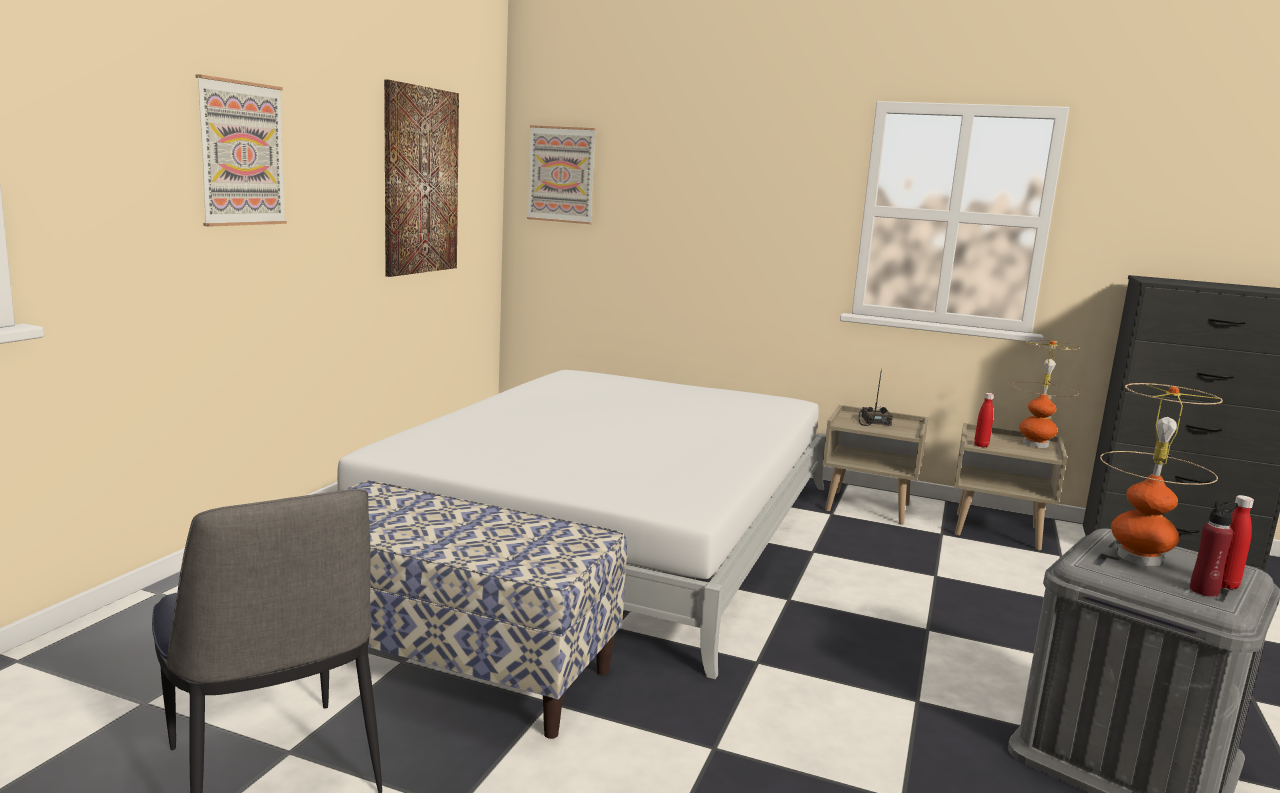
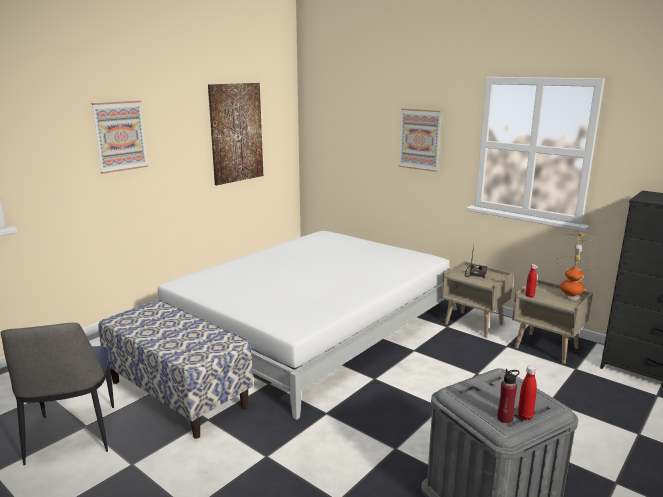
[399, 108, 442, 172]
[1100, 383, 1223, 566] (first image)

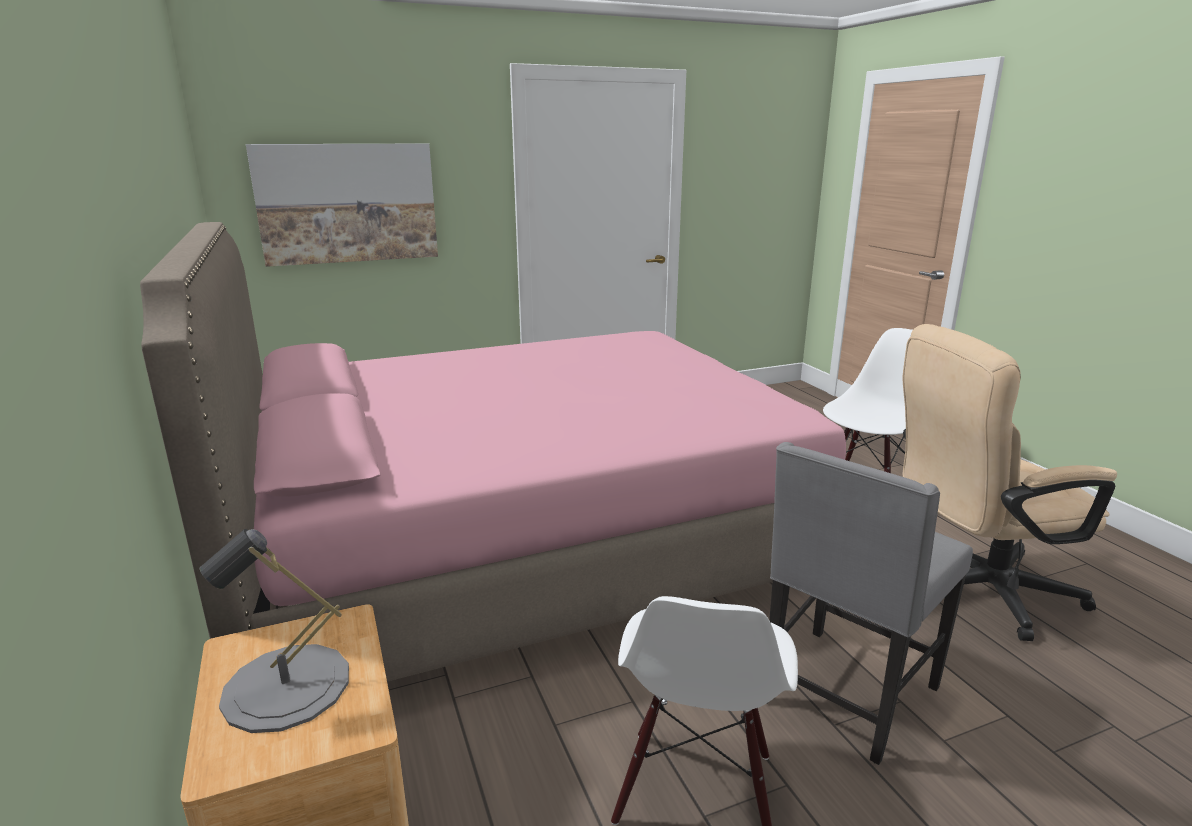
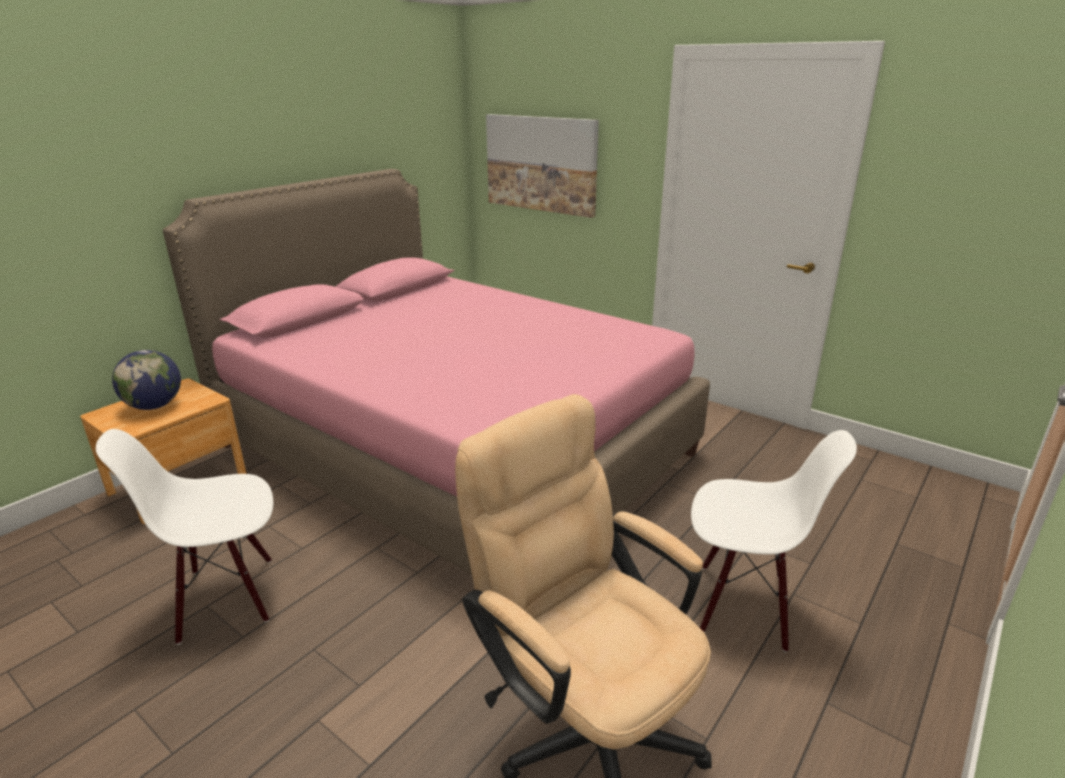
[767, 442, 973, 765] (first image)
[112, 350, 181, 410]

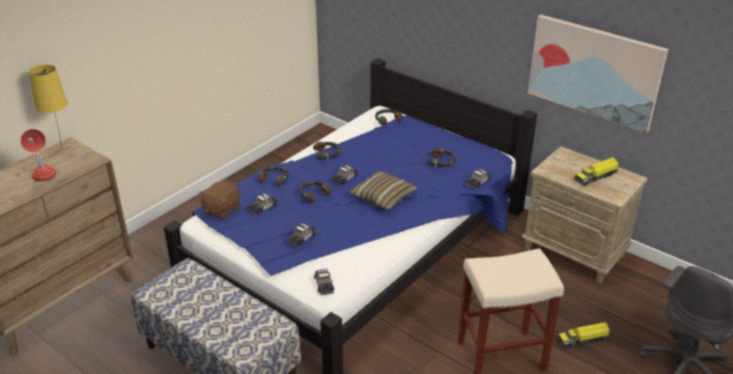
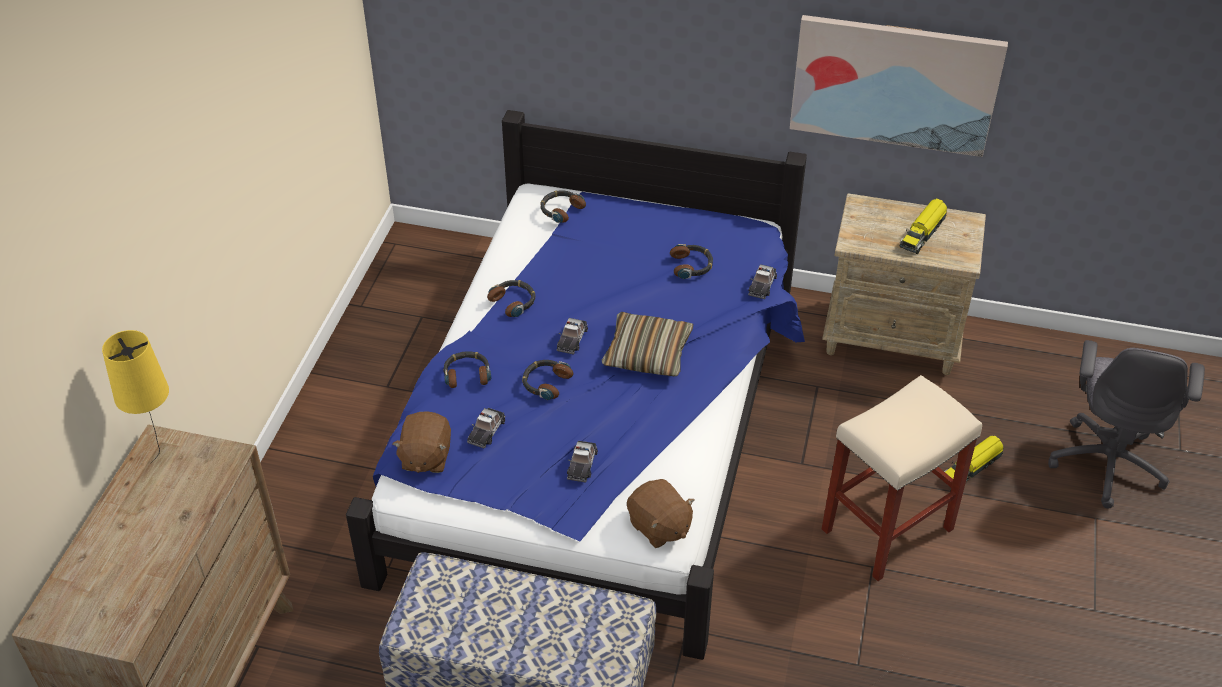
[21, 129, 56, 181] (first image)
[627, 479, 695, 548]

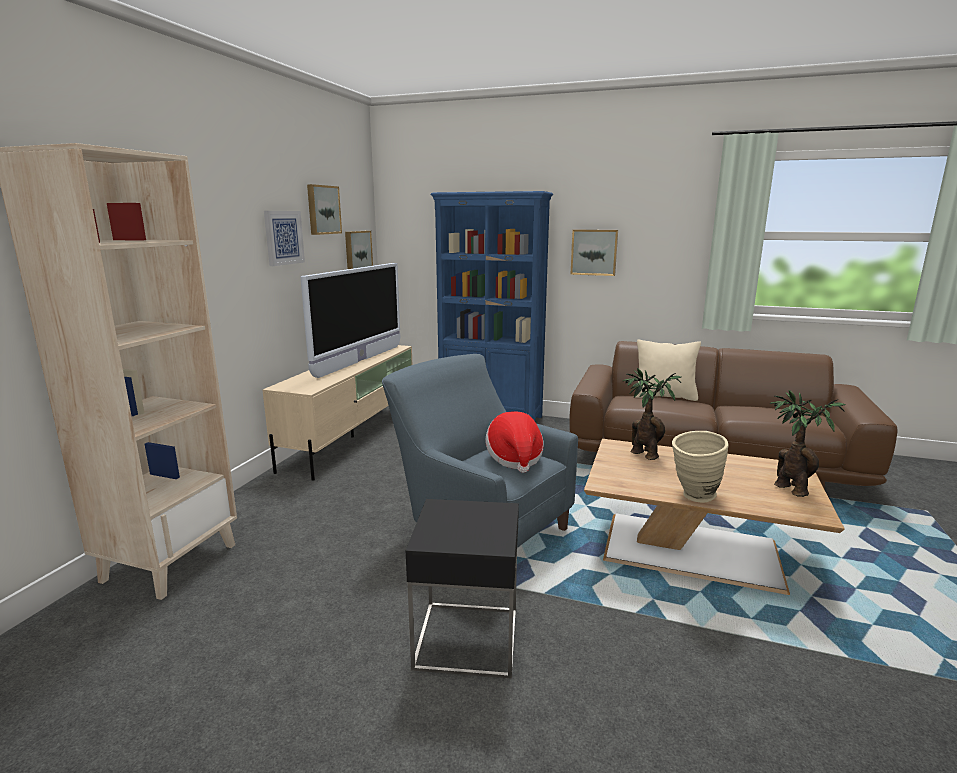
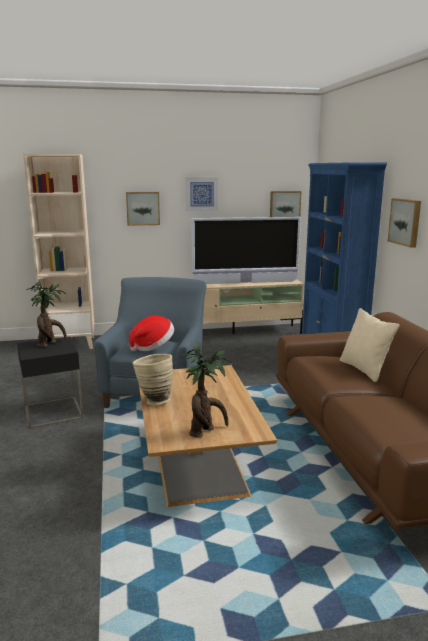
[126, 192, 160, 226]
[27, 279, 67, 347]

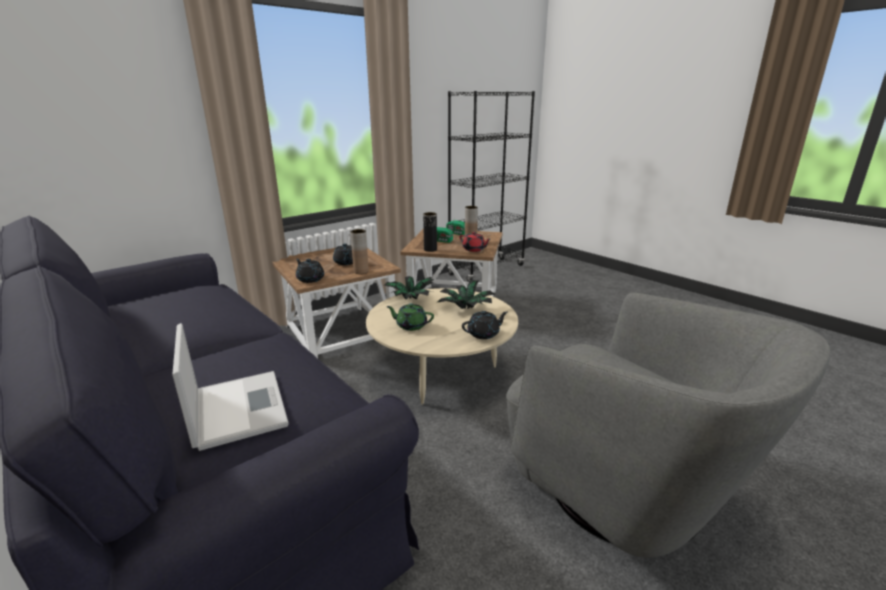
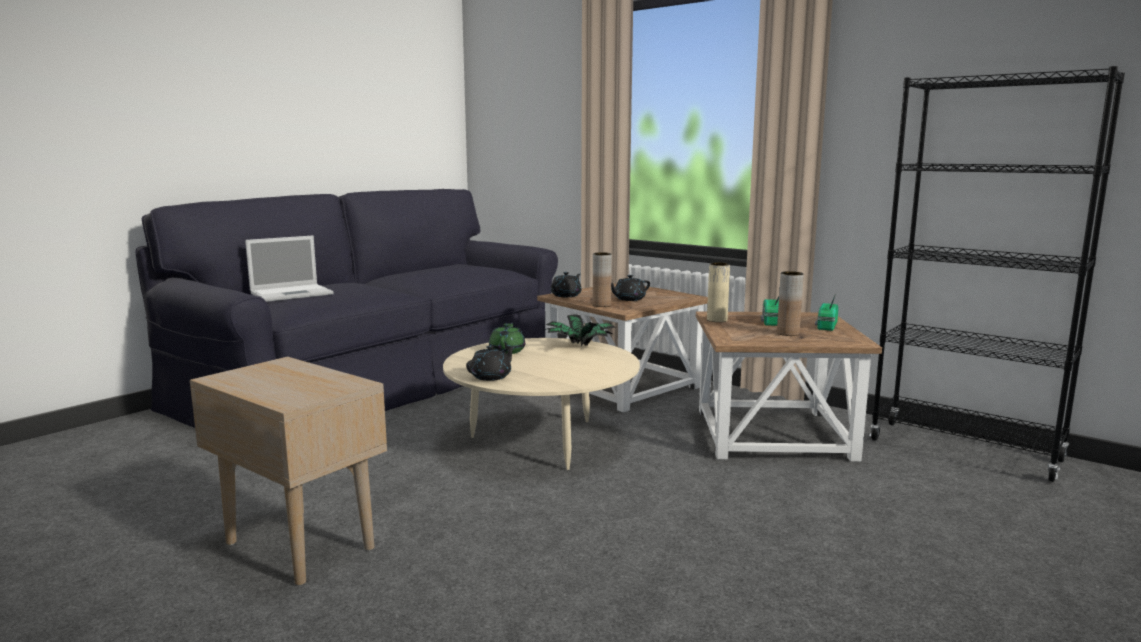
[707, 262, 730, 322]
[460, 232, 490, 252] (first image)
[438, 280, 494, 309] (first image)
[190, 357, 387, 585]
[466, 346, 516, 381]

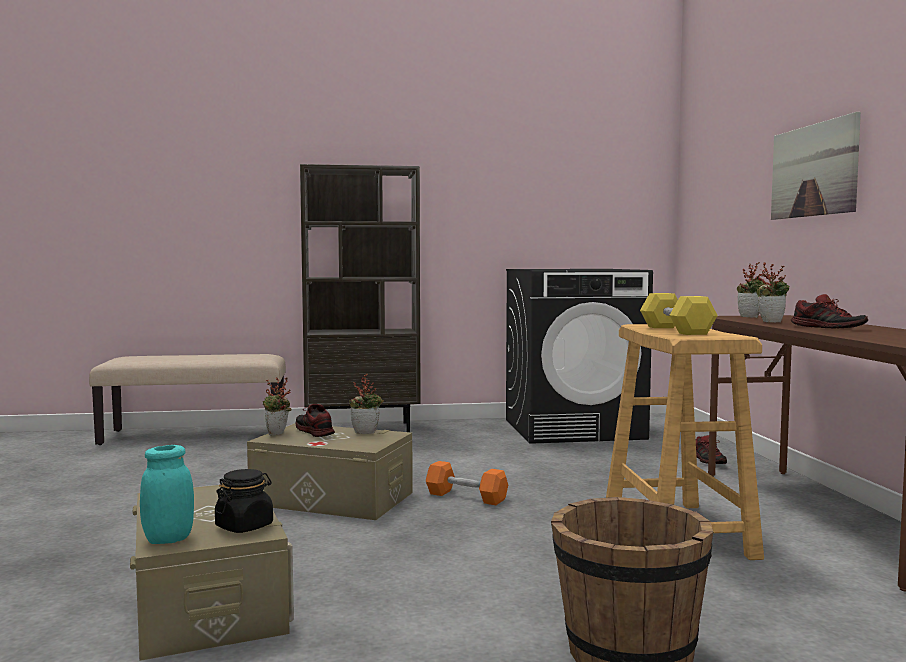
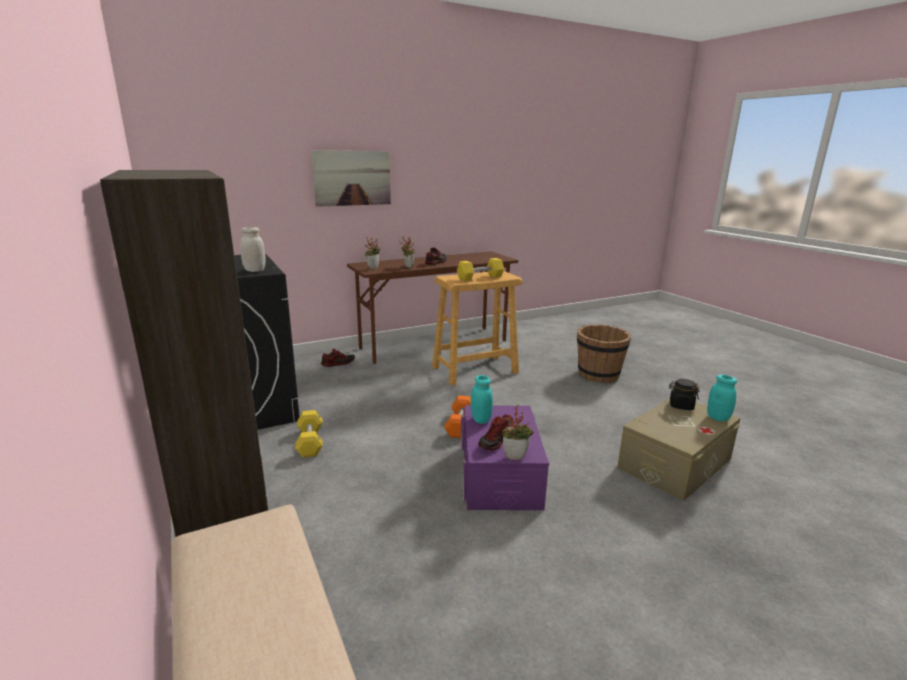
[471, 375, 493, 424]
[461, 405, 550, 510]
[240, 227, 265, 272]
[295, 410, 323, 458]

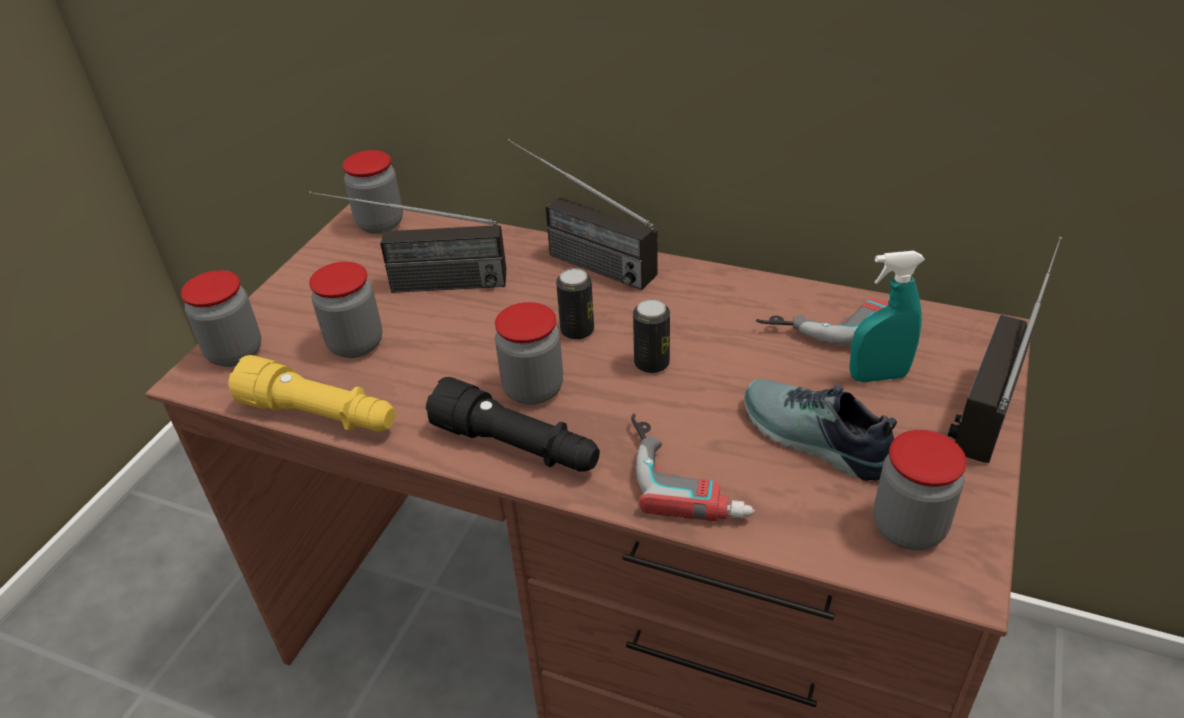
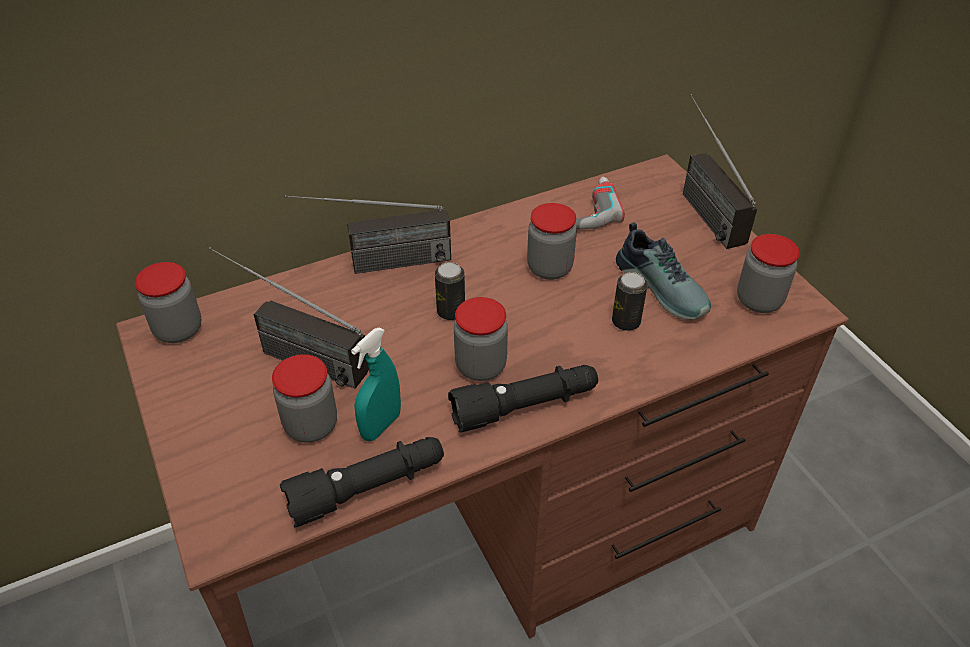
[209, 247, 369, 389]
[351, 328, 401, 441]
[527, 203, 577, 280]
[612, 272, 648, 331]
[280, 437, 444, 527]
[616, 222, 711, 319]
[631, 413, 754, 521] (first image)

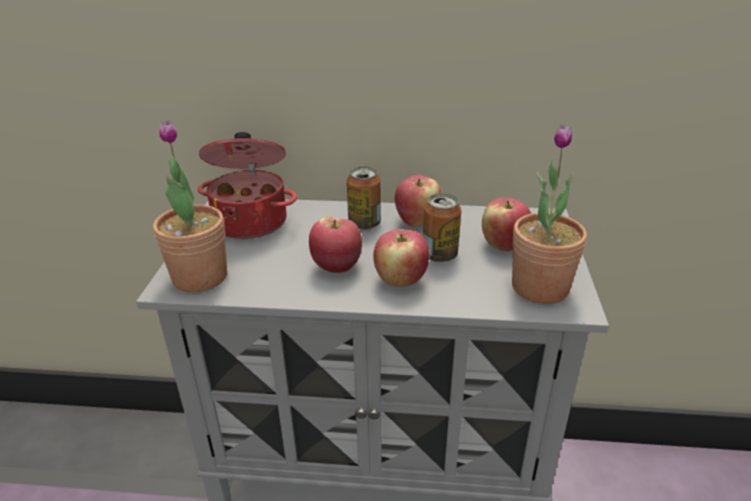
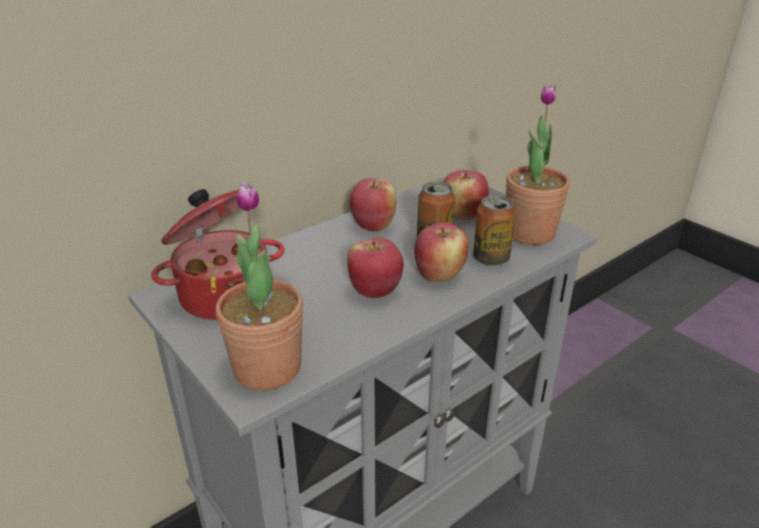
[473, 195, 516, 266]

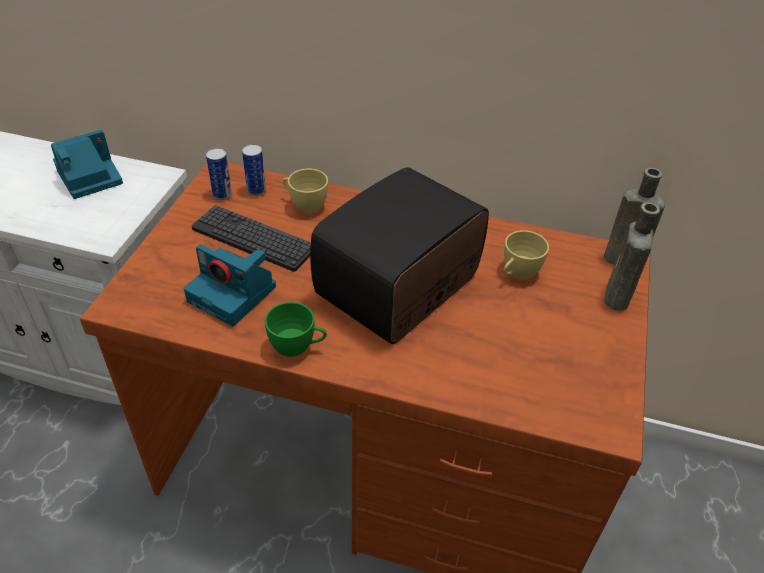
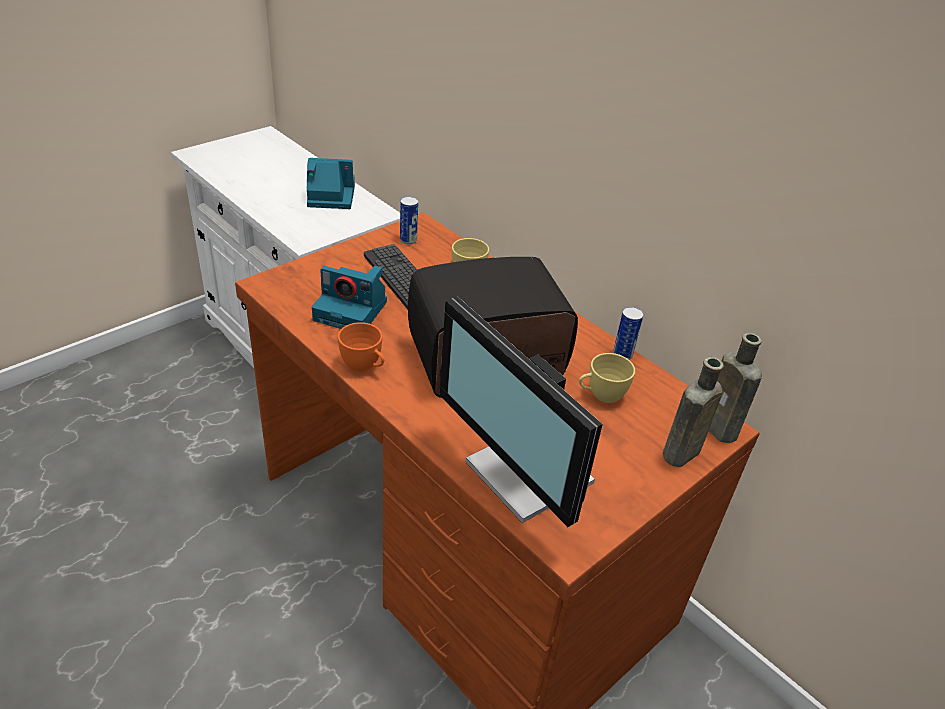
[613, 307, 644, 360]
[312, 266, 387, 329]
[338, 322, 384, 372]
[440, 296, 603, 527]

